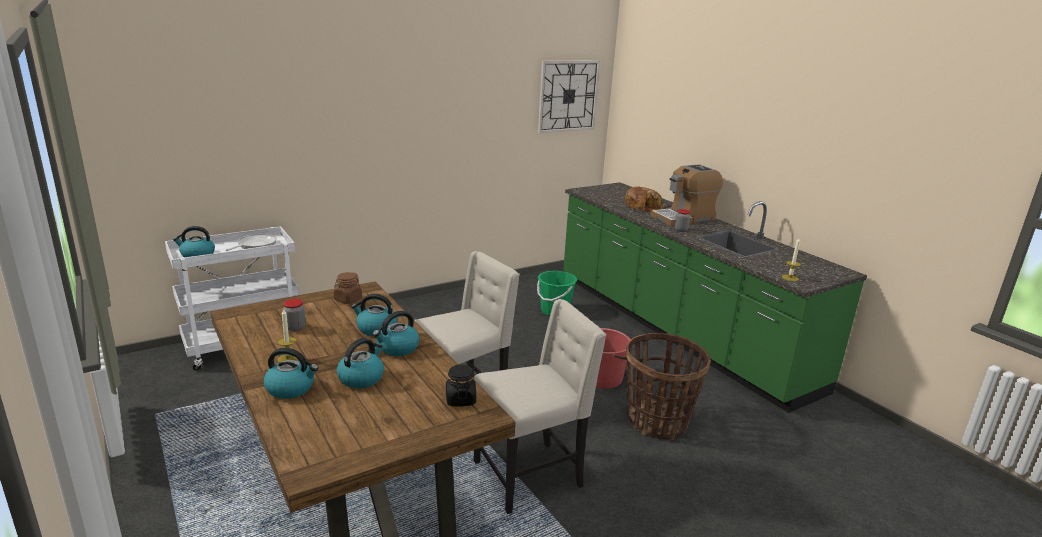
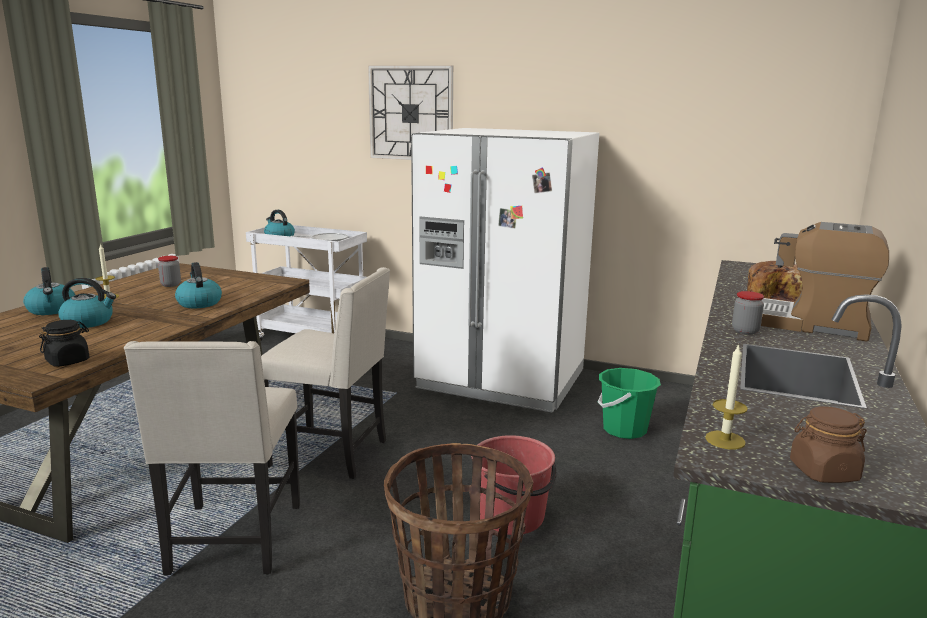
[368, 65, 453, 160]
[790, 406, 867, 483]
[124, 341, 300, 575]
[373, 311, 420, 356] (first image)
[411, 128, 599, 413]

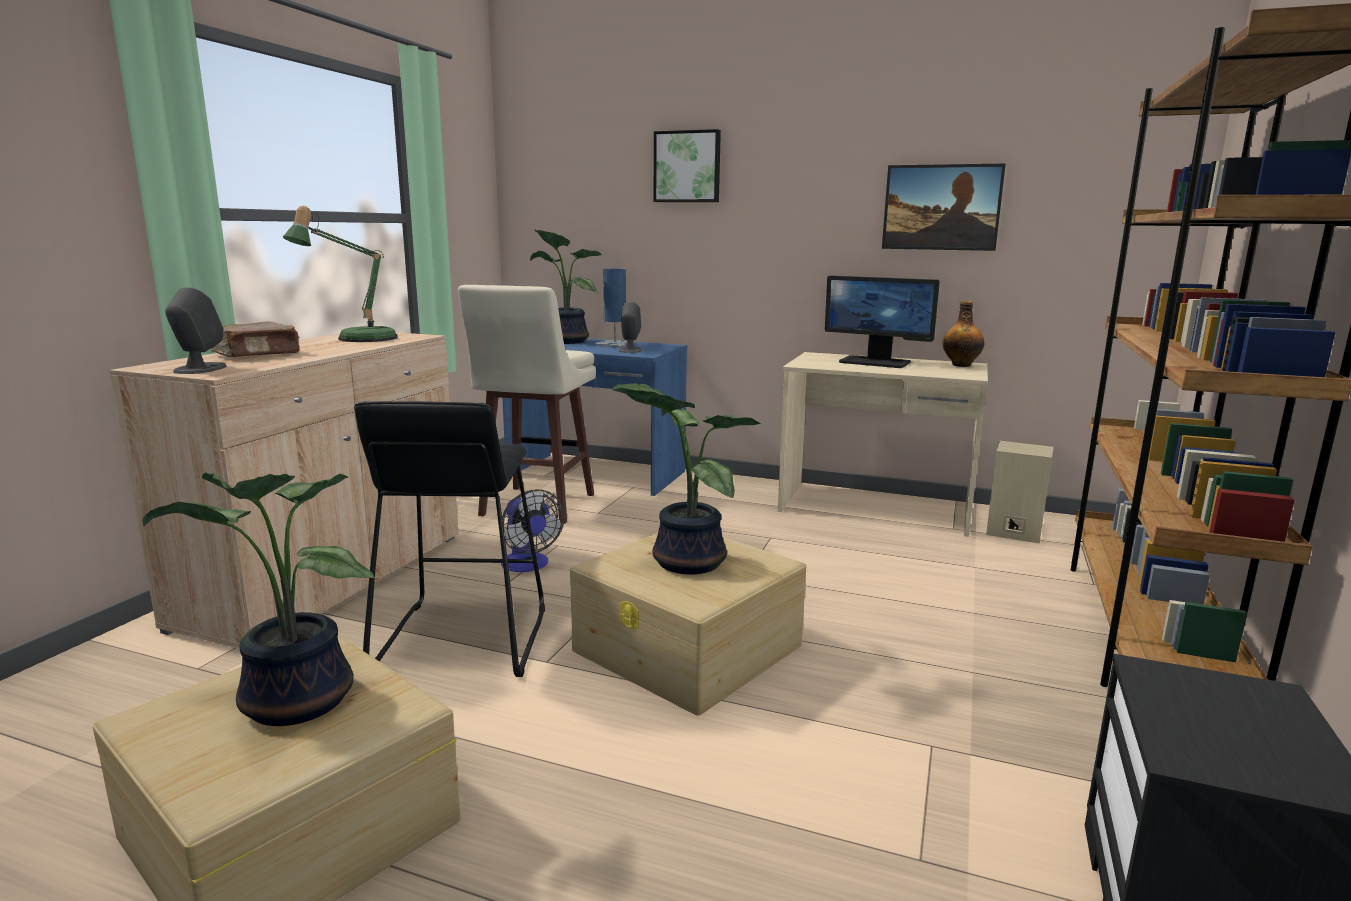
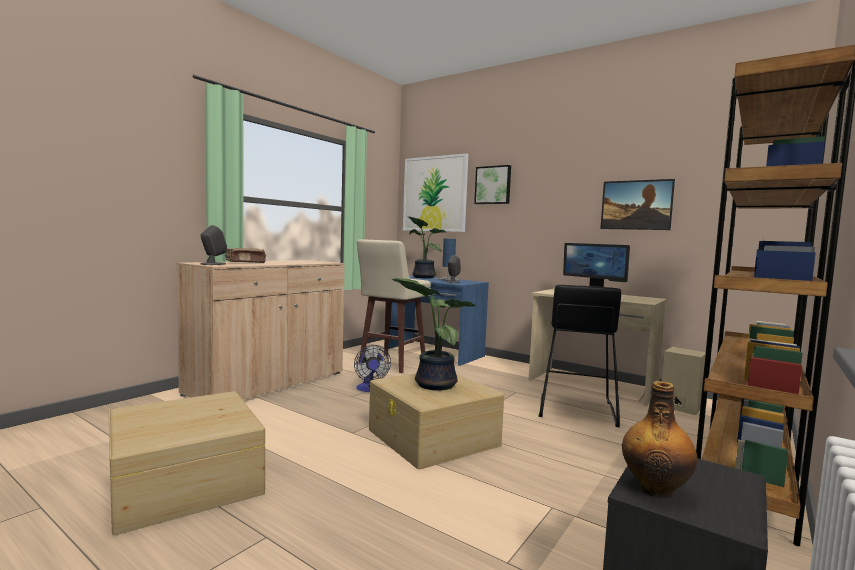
[283, 206, 397, 342] (first image)
[622, 381, 698, 499]
[539, 285, 621, 427]
[142, 473, 374, 726] (first image)
[403, 153, 468, 232]

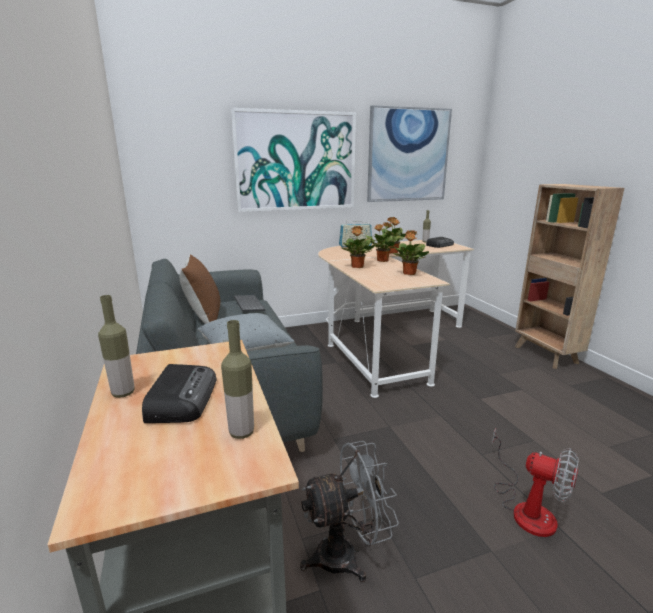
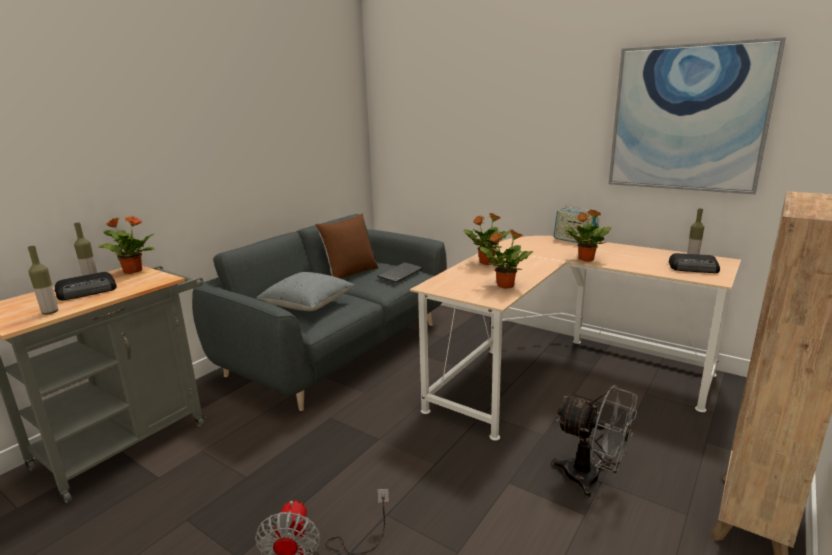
[230, 108, 356, 212] (first image)
[100, 216, 155, 274]
[551, 385, 637, 498]

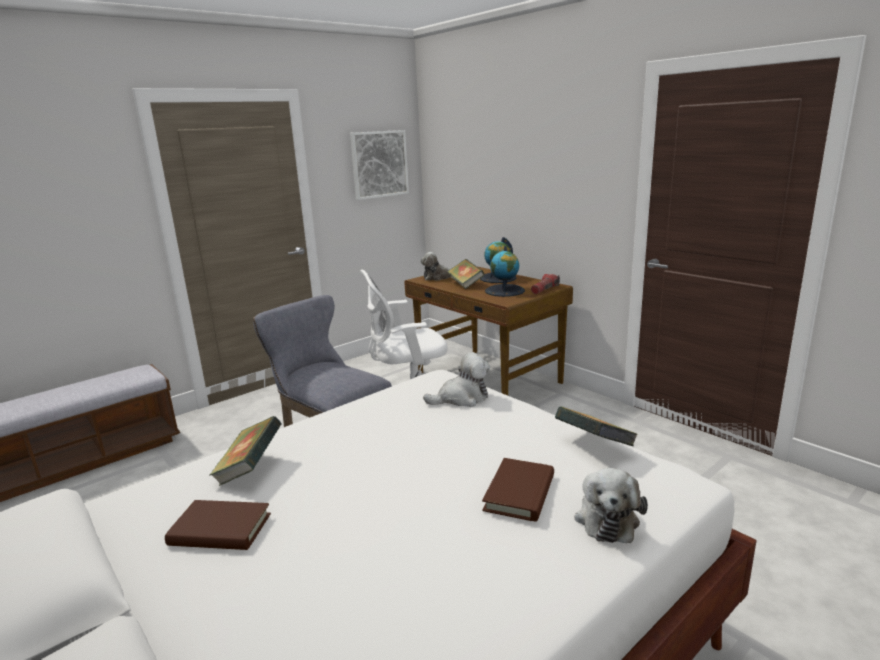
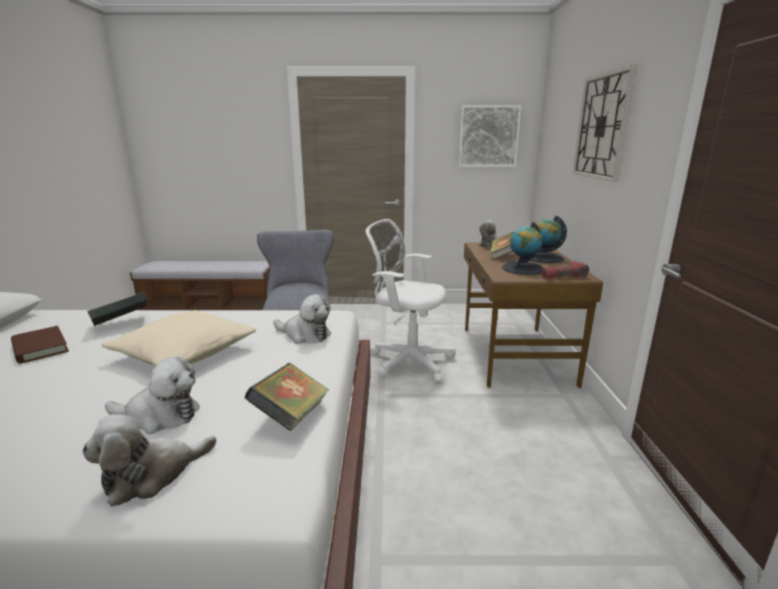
[105, 357, 200, 434]
[572, 65, 637, 182]
[101, 310, 256, 366]

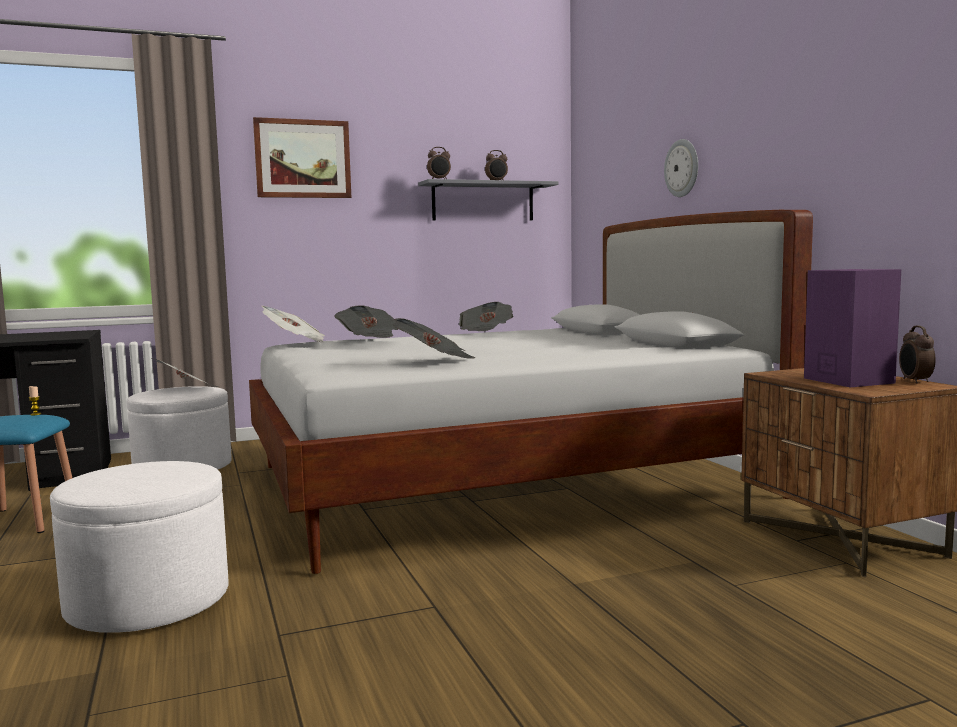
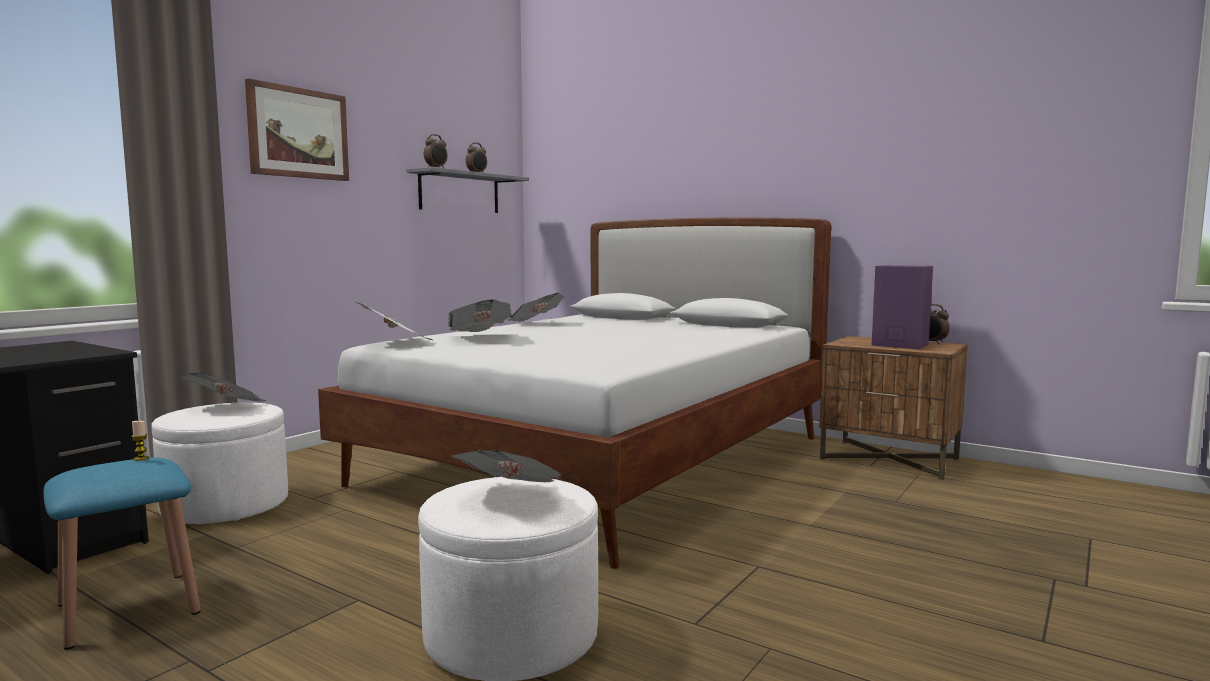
[664, 139, 698, 197] (first image)
[451, 451, 562, 482]

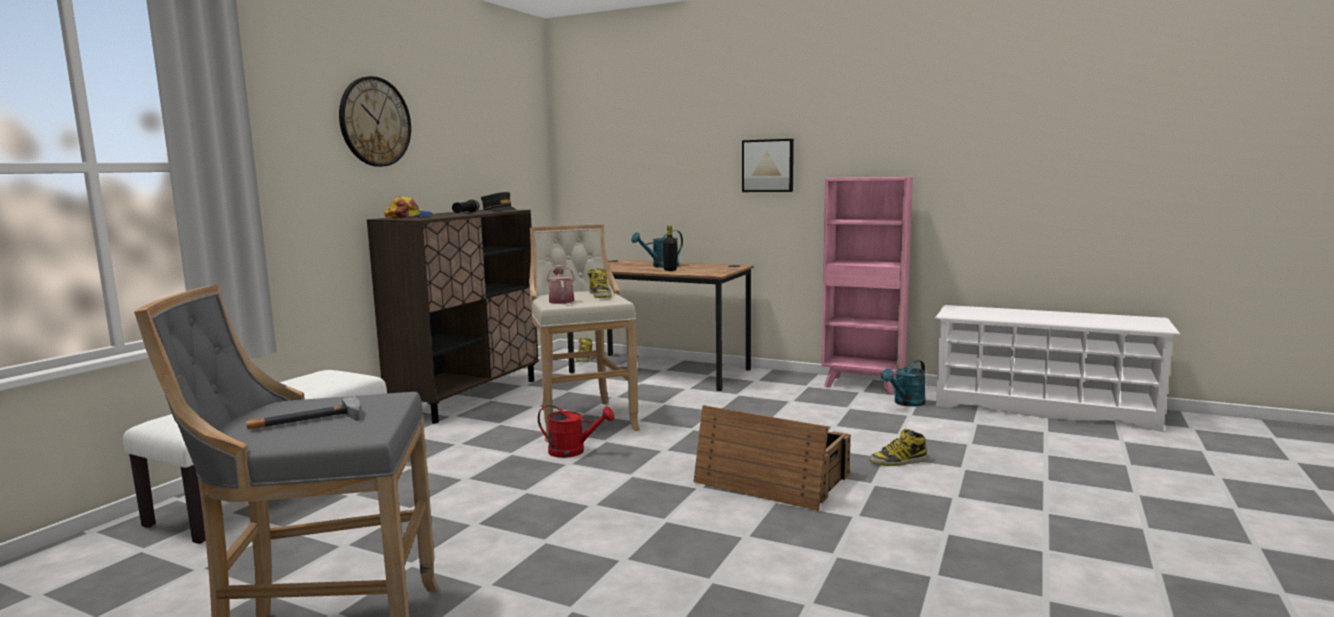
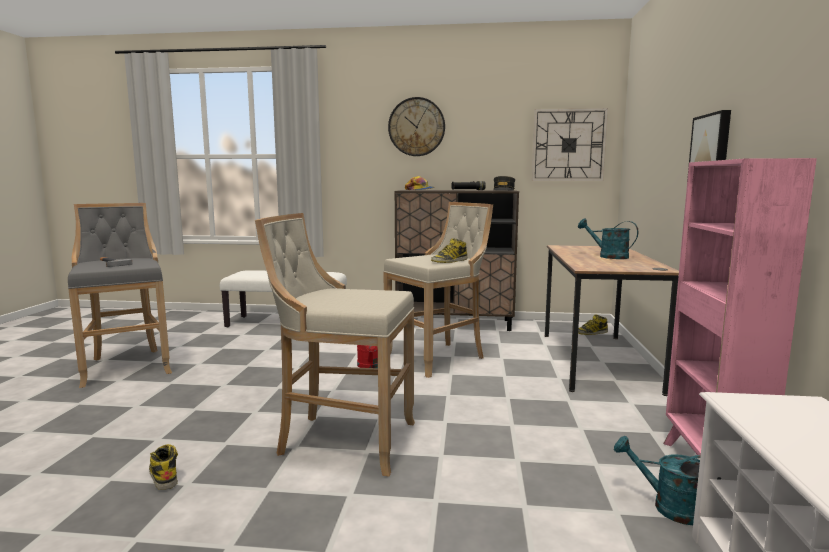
[663, 225, 677, 271] (first image)
[547, 265, 575, 304] (first image)
[255, 213, 415, 476]
[149, 444, 178, 490]
[532, 108, 608, 181]

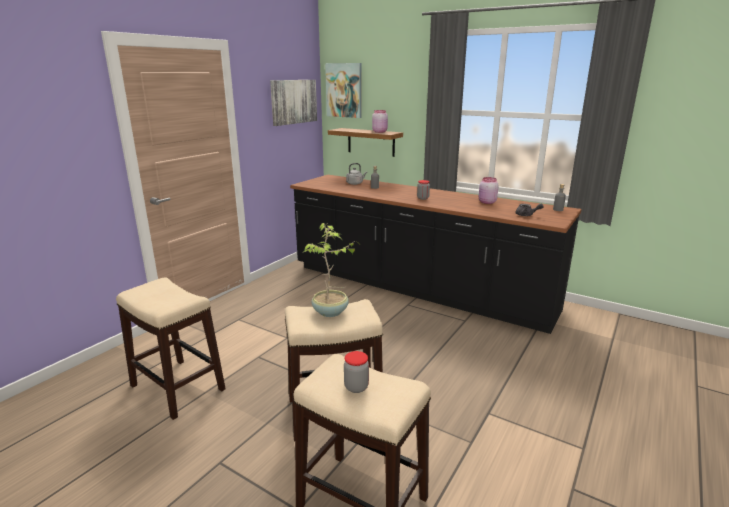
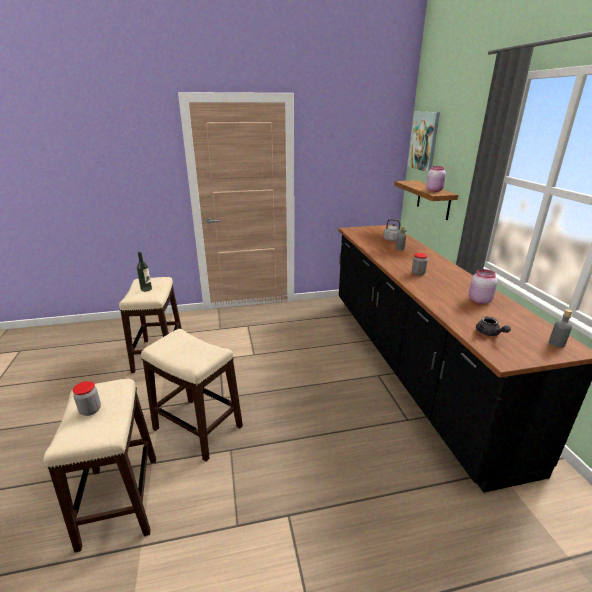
[270, 80, 317, 126] (first image)
[304, 223, 360, 317] (first image)
[137, 252, 152, 292]

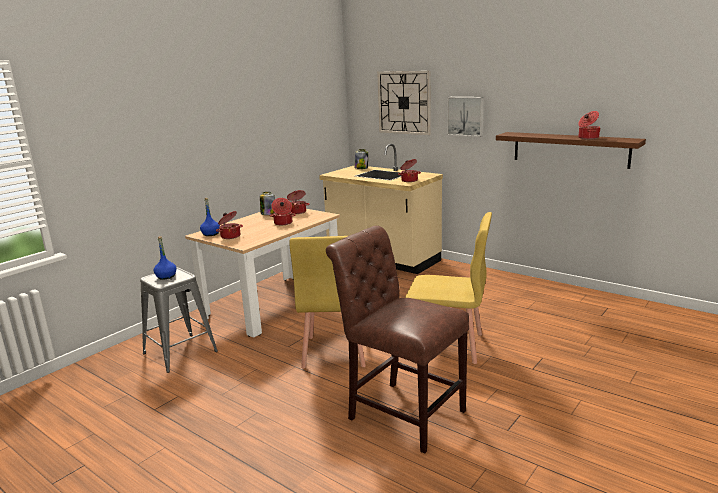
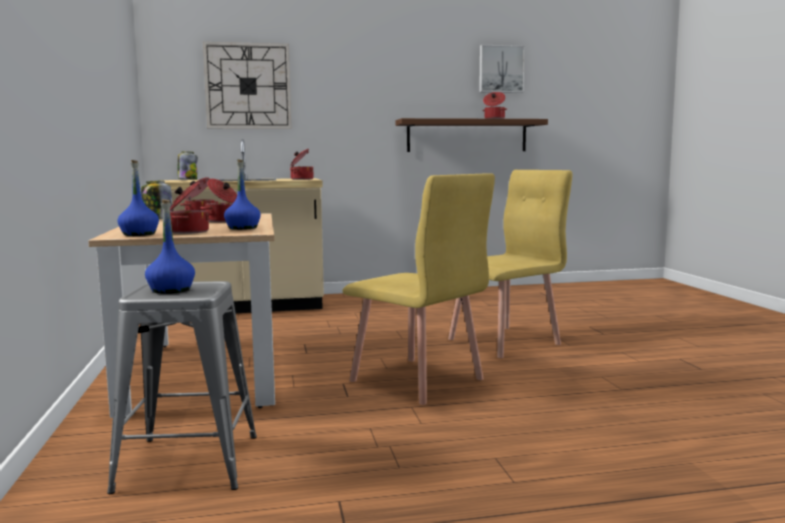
[479, 45, 525, 93]
[326, 226, 469, 454] (first image)
[224, 159, 261, 230]

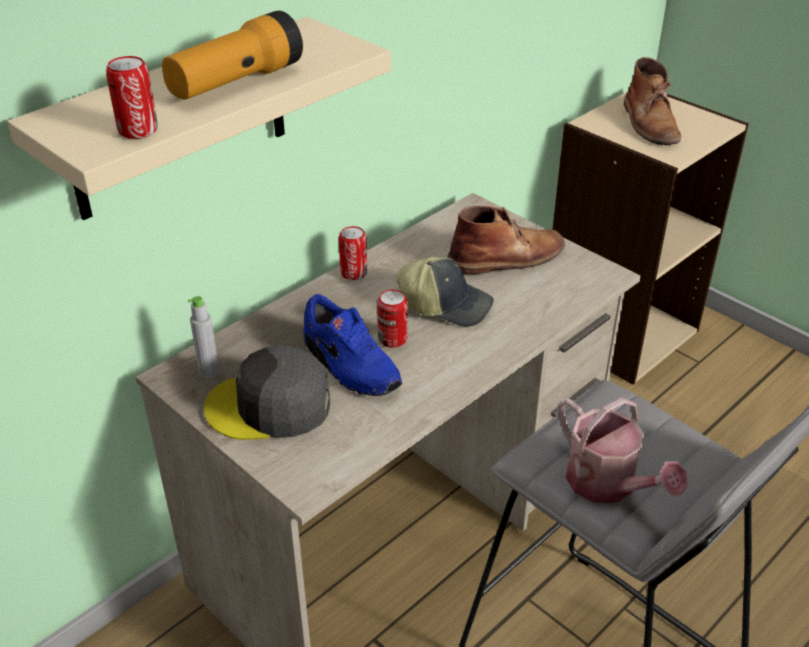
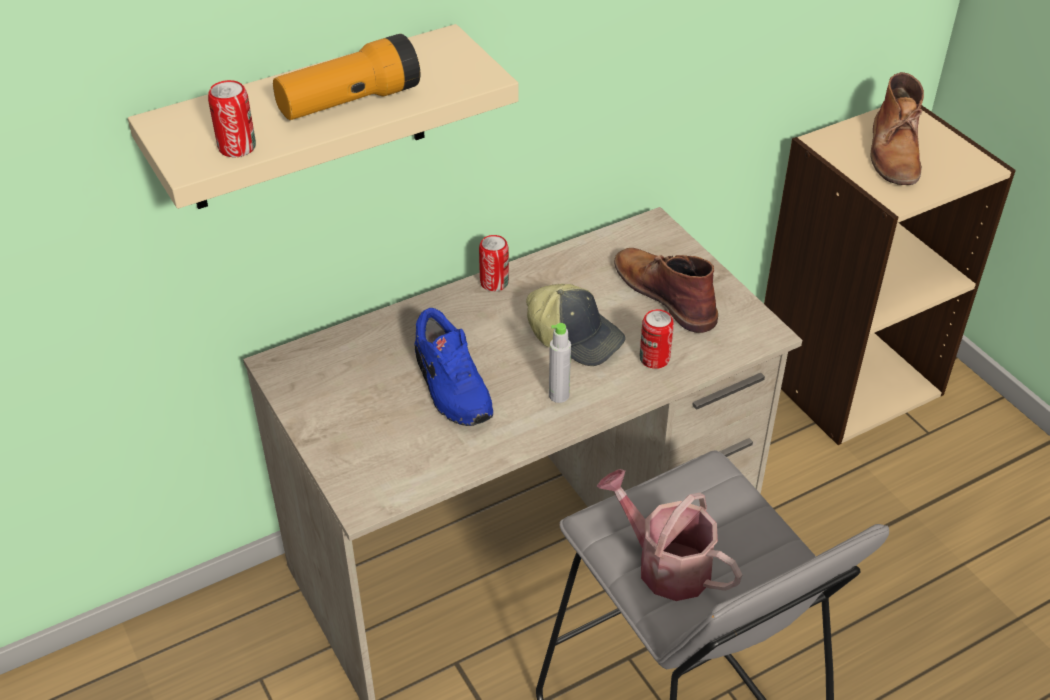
[614, 248, 718, 333]
[639, 309, 674, 369]
[549, 323, 571, 403]
[204, 345, 330, 440] (first image)
[596, 469, 743, 601]

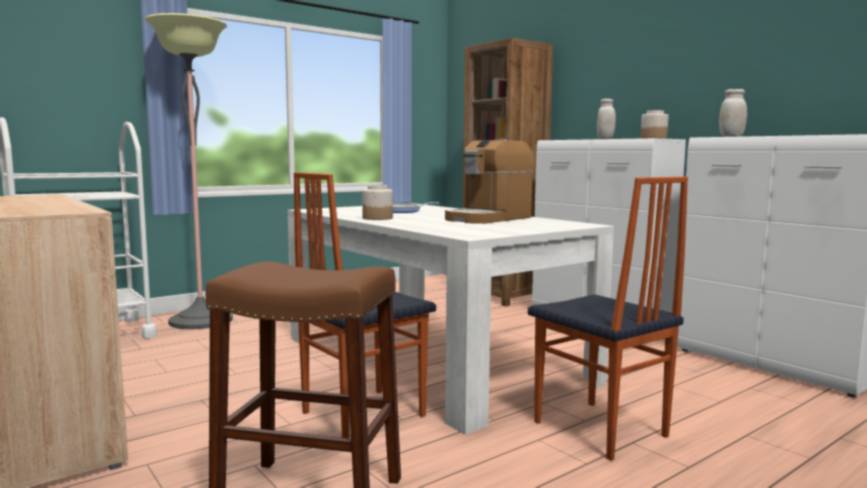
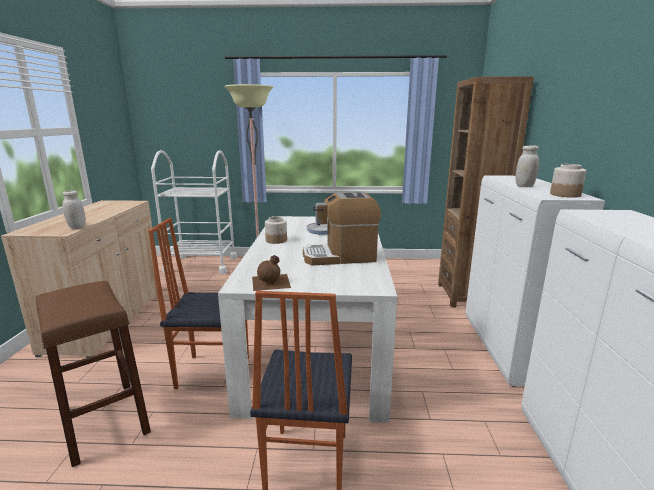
[62, 190, 86, 229]
[252, 255, 291, 291]

